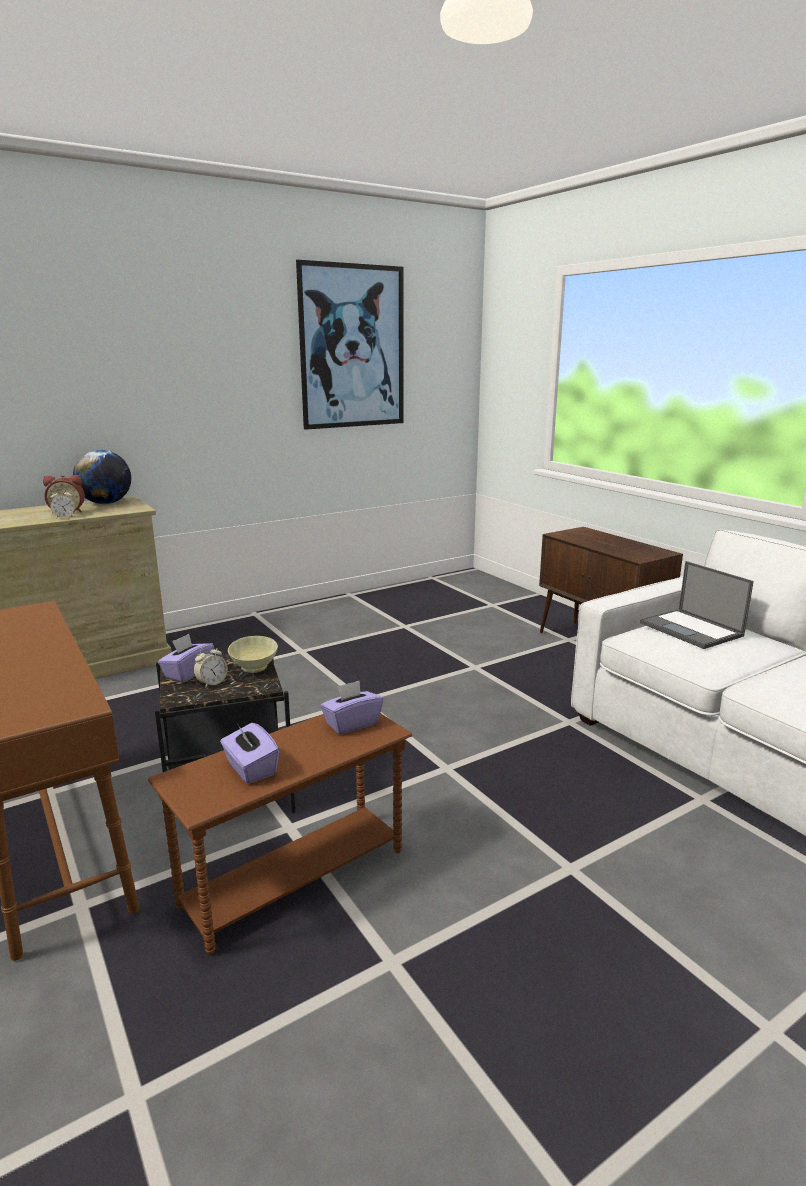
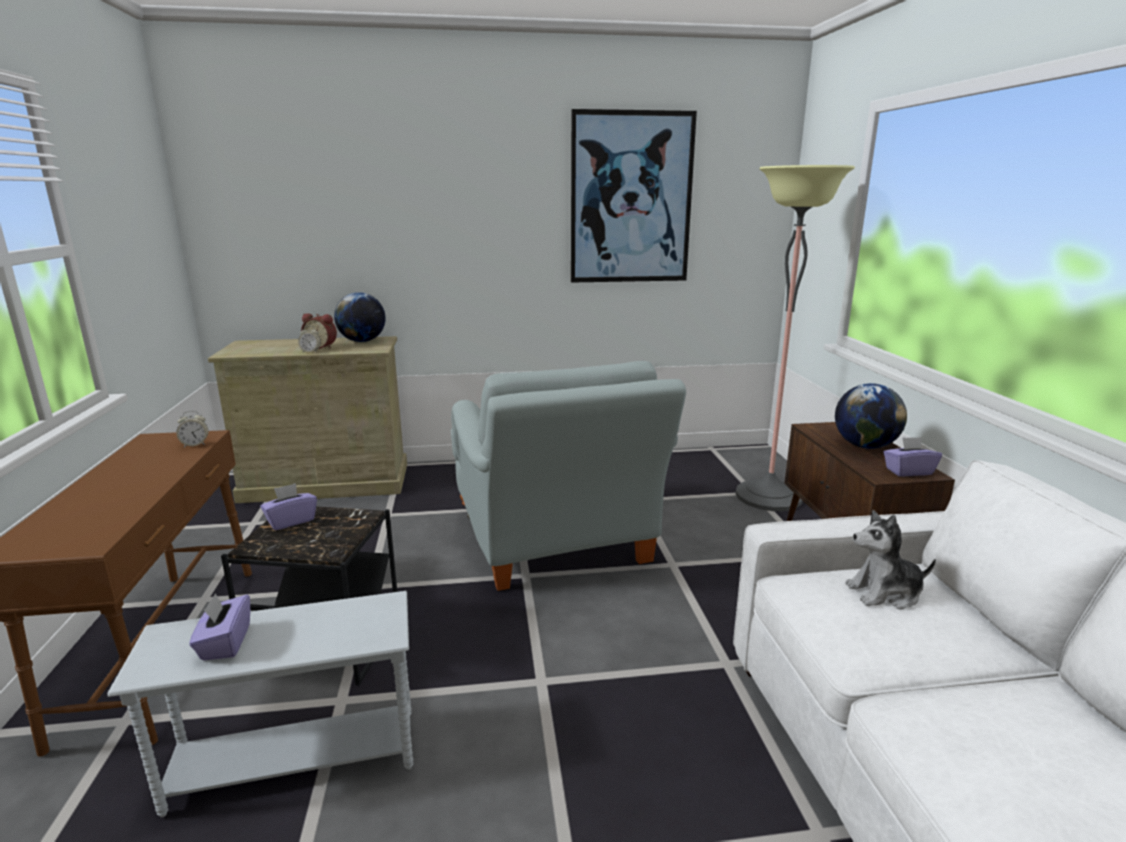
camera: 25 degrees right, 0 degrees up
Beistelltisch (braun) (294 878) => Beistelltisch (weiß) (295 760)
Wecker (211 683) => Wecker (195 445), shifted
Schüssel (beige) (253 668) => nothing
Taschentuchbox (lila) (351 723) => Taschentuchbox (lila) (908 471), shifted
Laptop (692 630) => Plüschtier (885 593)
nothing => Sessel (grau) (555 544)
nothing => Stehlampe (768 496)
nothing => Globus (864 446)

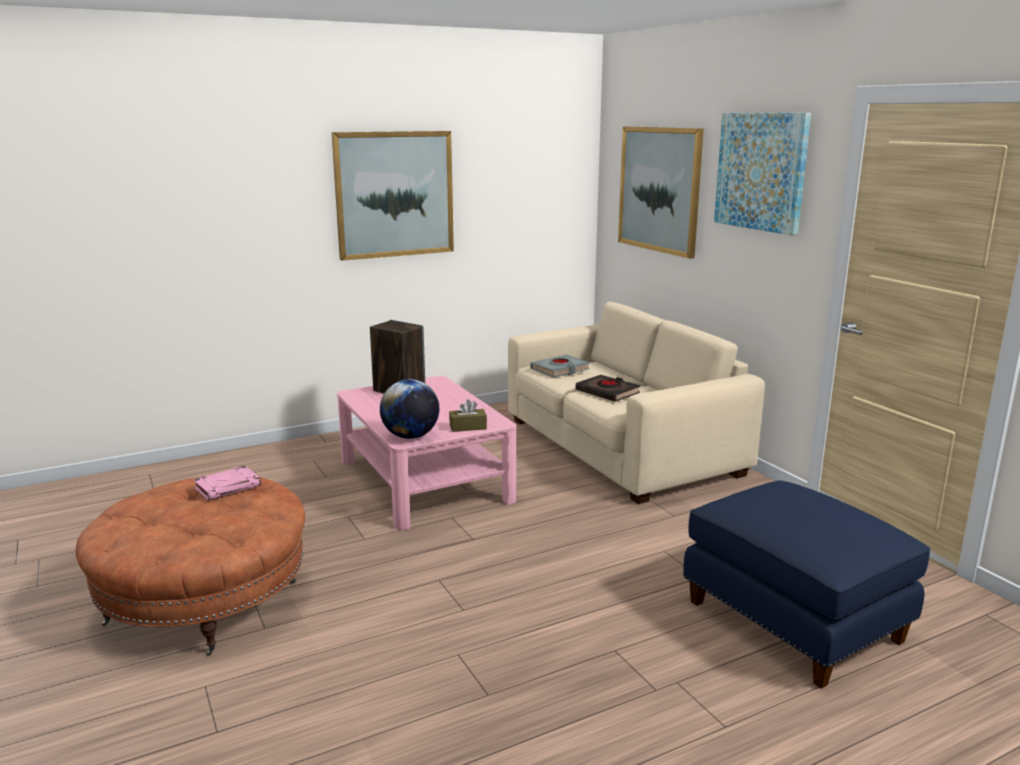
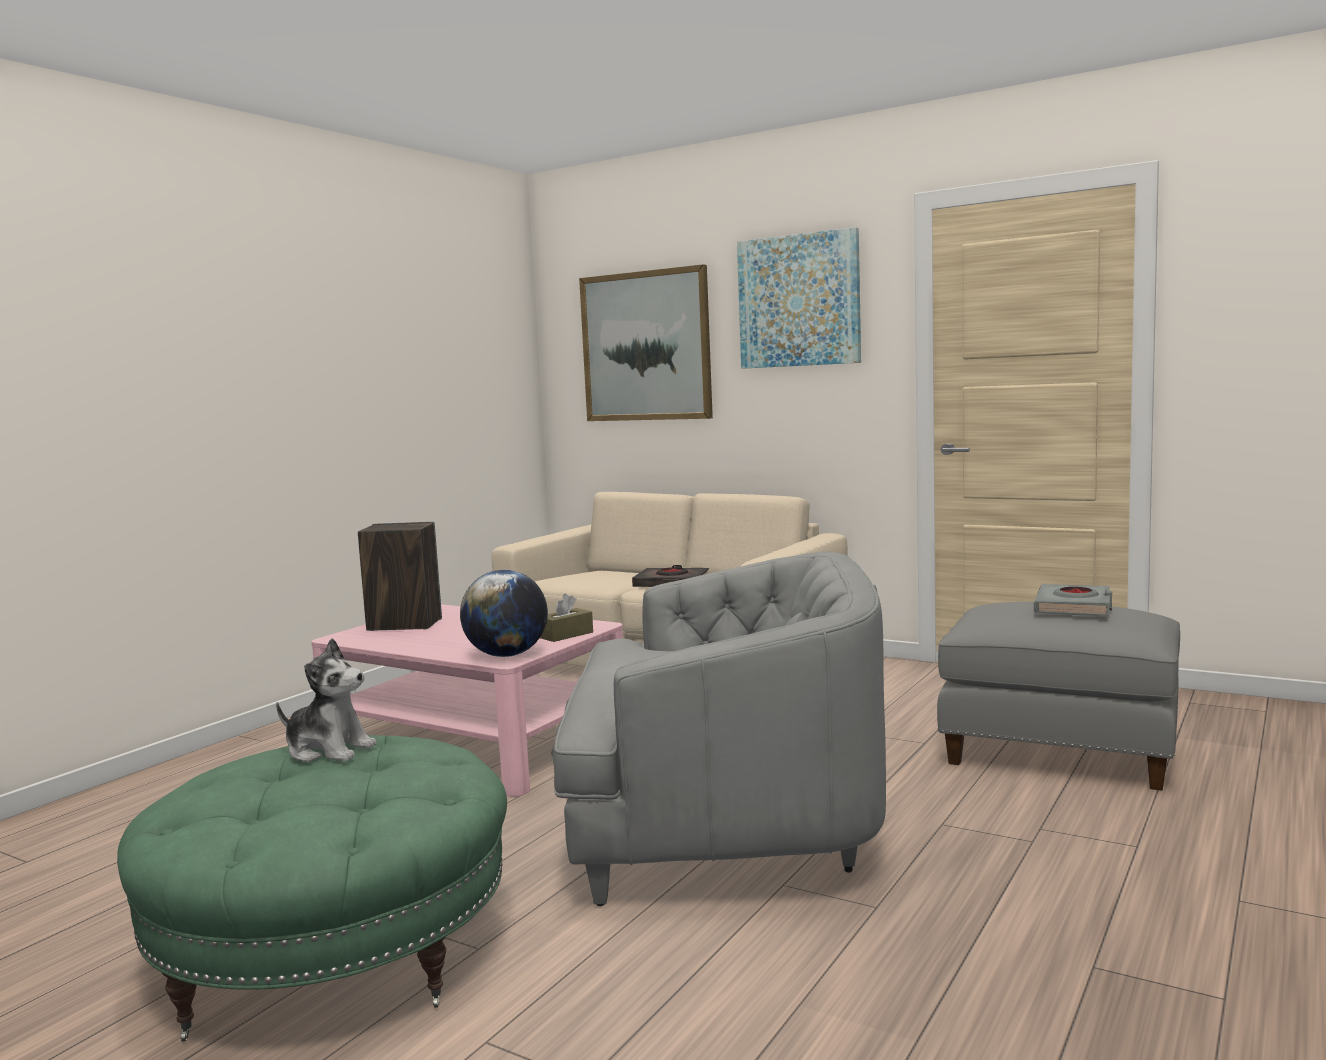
camera: 30 degrees left, 10 degrees down
Polsterhocker (braun) (205 603) => Polsterhocker (grün) (333 954)
Buch (rosa) (228 487) => Plüschtier (329 750)
Bild (394 194) => nothing
Buch (grau) (560 370) => Buch (grau) (1073 607), shifted
Polsterhocker (blau) (791 621) => Polsterhocker (grau) (1058 751)
nothing => Sessel (grau) (722 824)

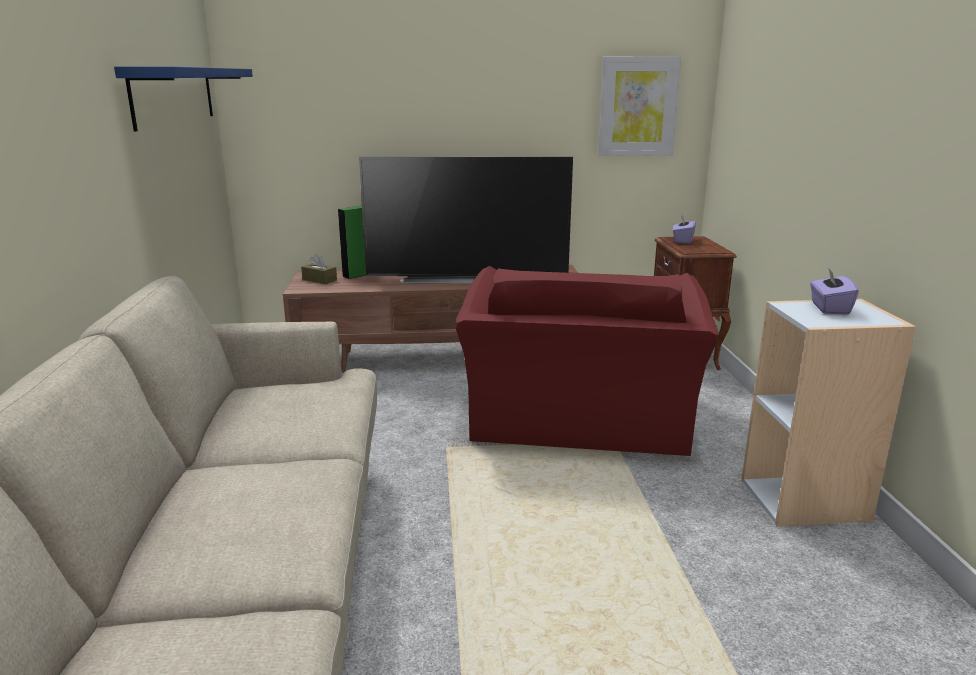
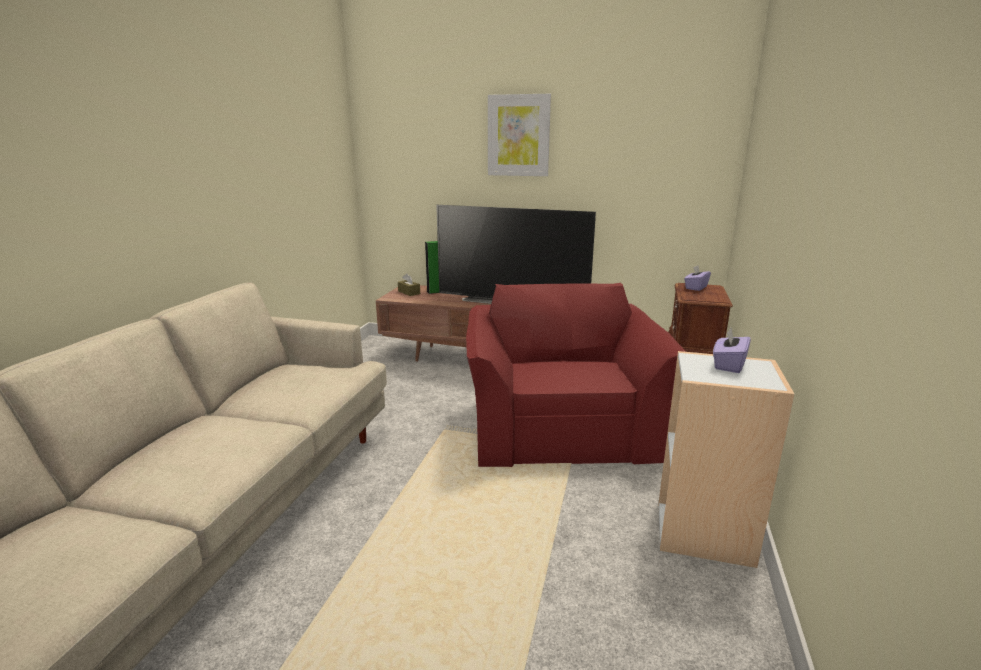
camera: 20 degrees right, 0 degrees up
Wandregal (blau) (174 95) => nothing
Sessel (rot) (579 419) => Sessel (rot) (560 425), 150 degrees clockwise
Bild (637 107) => Bild (518 135), shifted

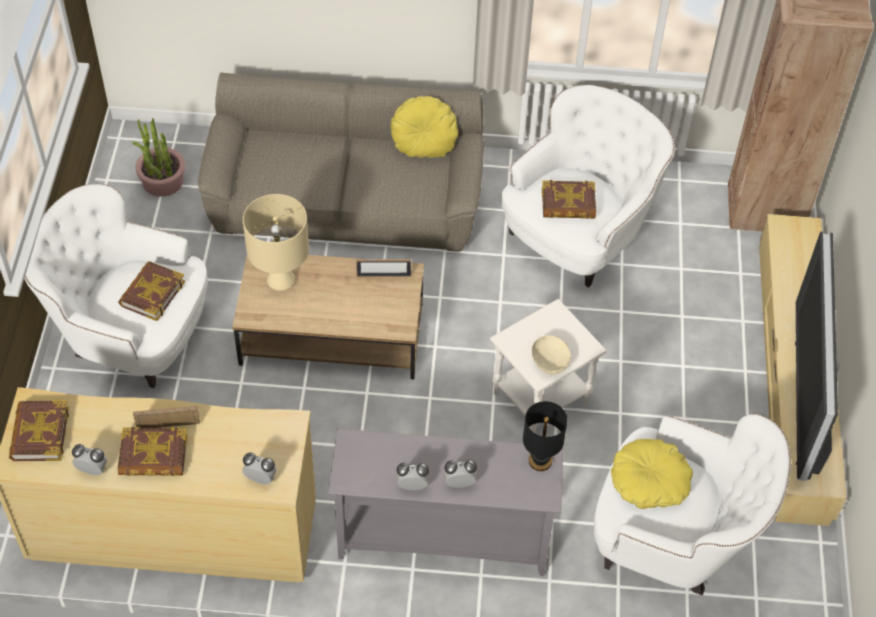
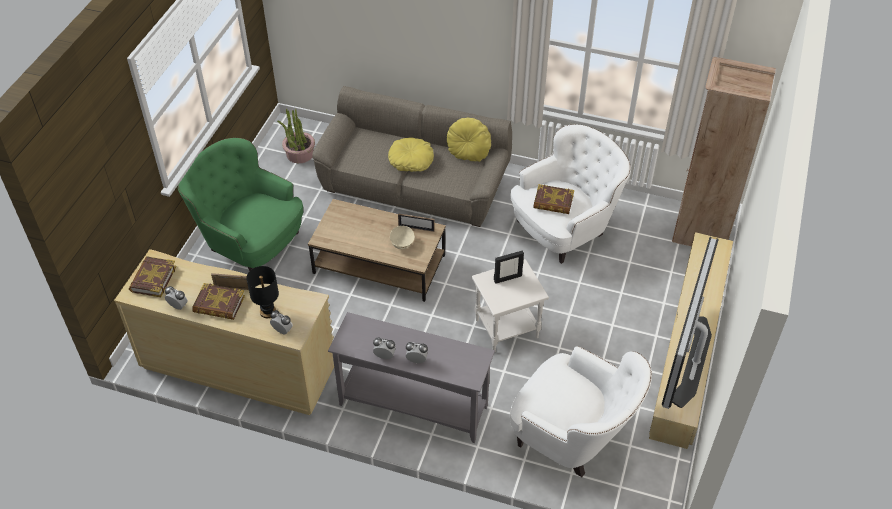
camera: 15 degrees right, 5 degrees down
Sessel (weiß) (130 332) => Sessel (grün) (250 242)
Buch (152 293) => nothing
Tischlampe (beige) (281 281) => nothing
Tischlampe (schwarz) (540 460) => Tischlampe (schwarz) (268 311), shifted
Schüssel (beige) (550 363) => Schüssel (beige) (402 243), shifted
Kissen (gelb) (649 479) => Kissen (gelb) (411 160), shifted
nothing => Bilderrahmen (507 278)

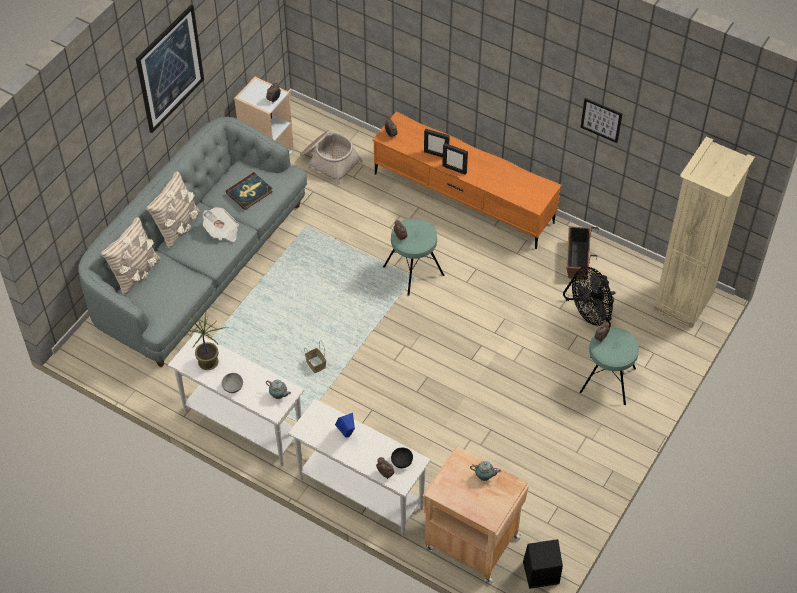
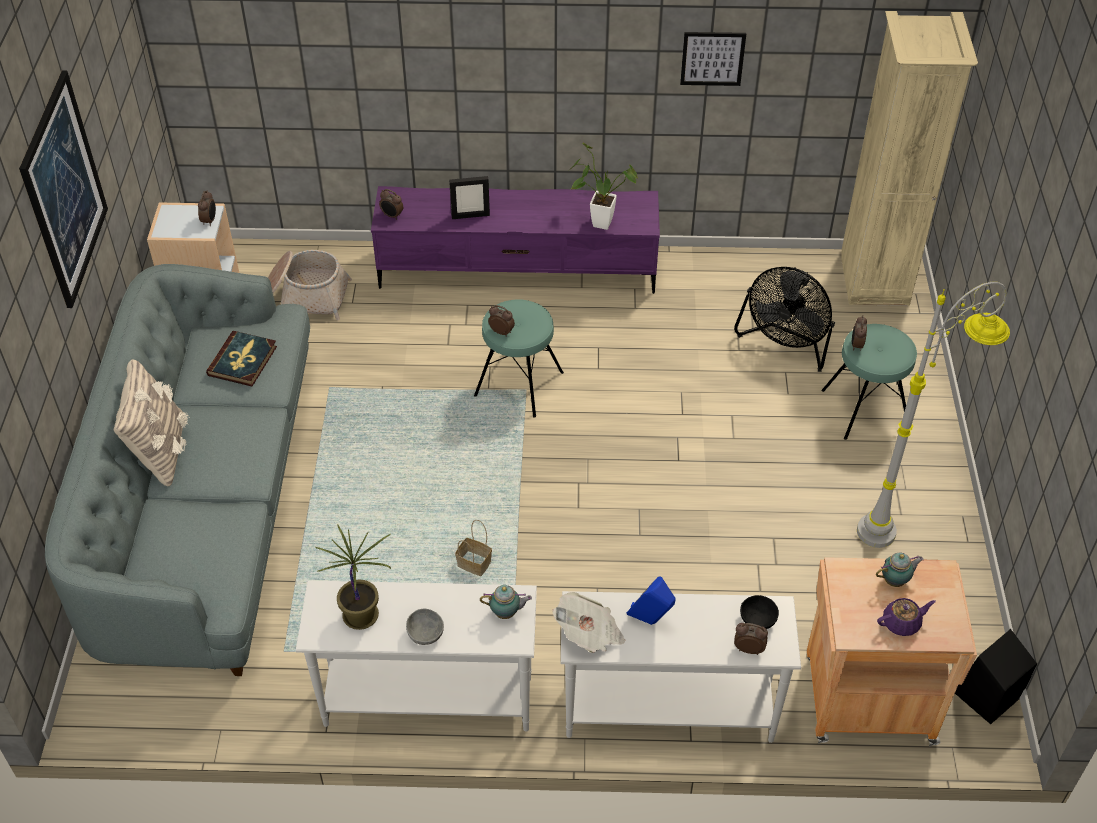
camera: 30 degrees left, 5 degrees down
Kissen (beige) (136 273) => nothing
Zeitung (222 231) => Zeitung (589 634), shifted
Fernsehschrank (orange) (464 197) => Fernsehschrank (lila) (518 270)
Bilderrahmen (454 169) => nothing
Pflanzkübel (577 260) => nothing
nothing => Topfpflanze (597 222)
nothing => Stehlampe (grau) (903 520)
nothing => Teekanne (lila) (902 623)

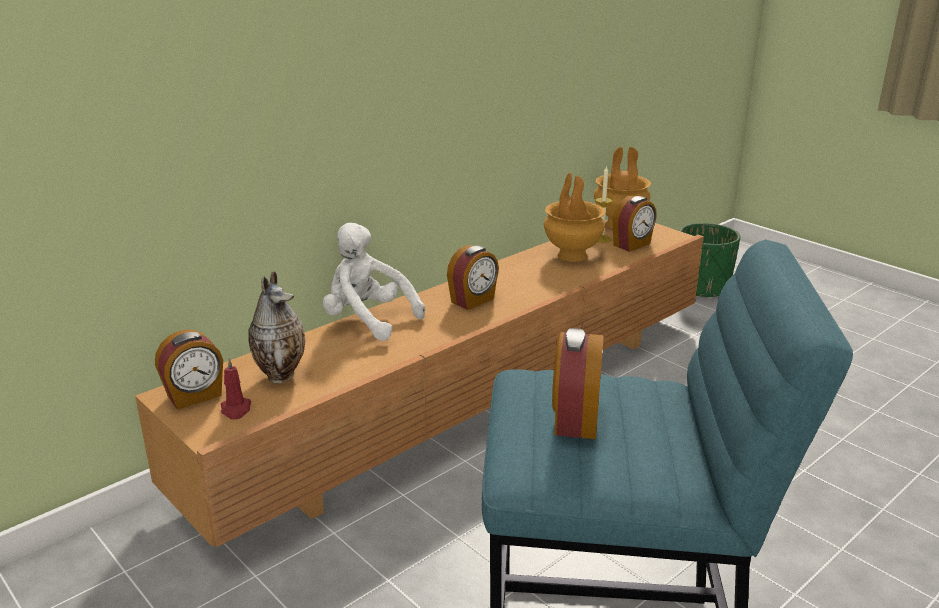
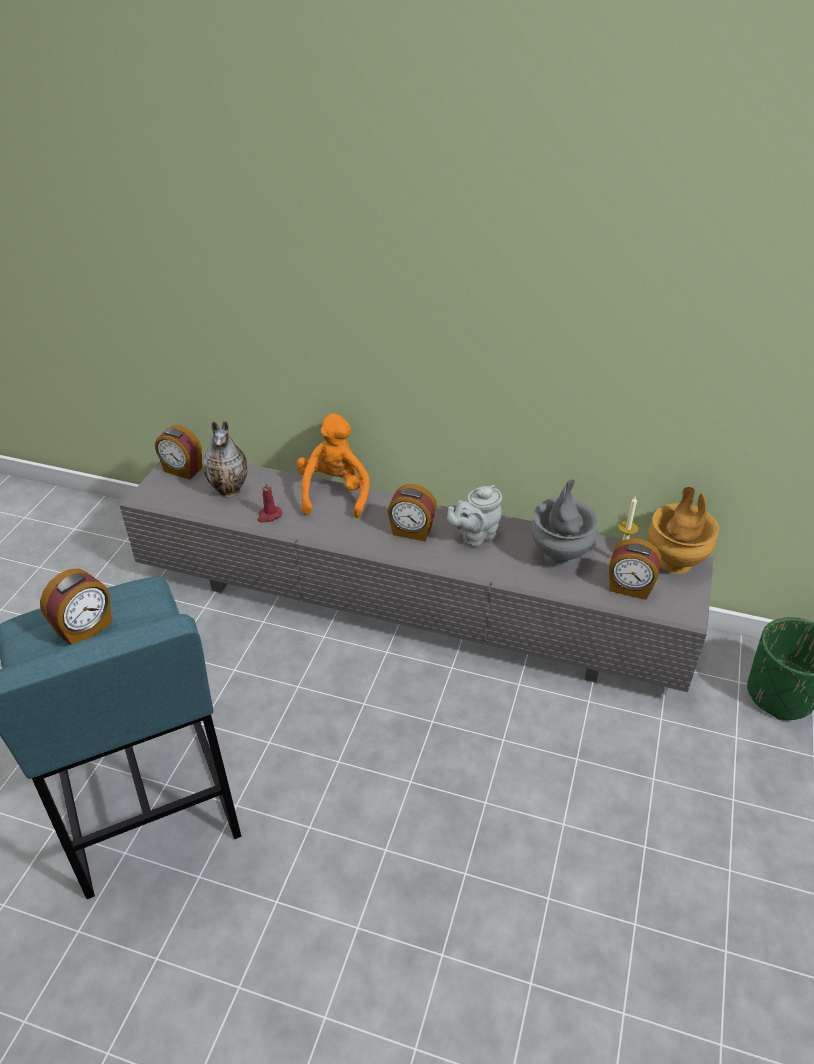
camera: 60 degrees right, 15 degrees up
Fernsehschrank (braun) (468 399) => Fernsehschrank (grau) (407 603)
Kerze (rot) (236 410) => Kerze (rot) (269 515), shifted
Plüschtier (weiß) (367 320) => Plüschtier (orange) (334 493)
Vase (braun) (571 255) => Vase (grau) (559 555)
Wecker (574 419) => Wecker (85 629), 150 degrees clockwise
nothing => Teekanne (grau) (474 536)

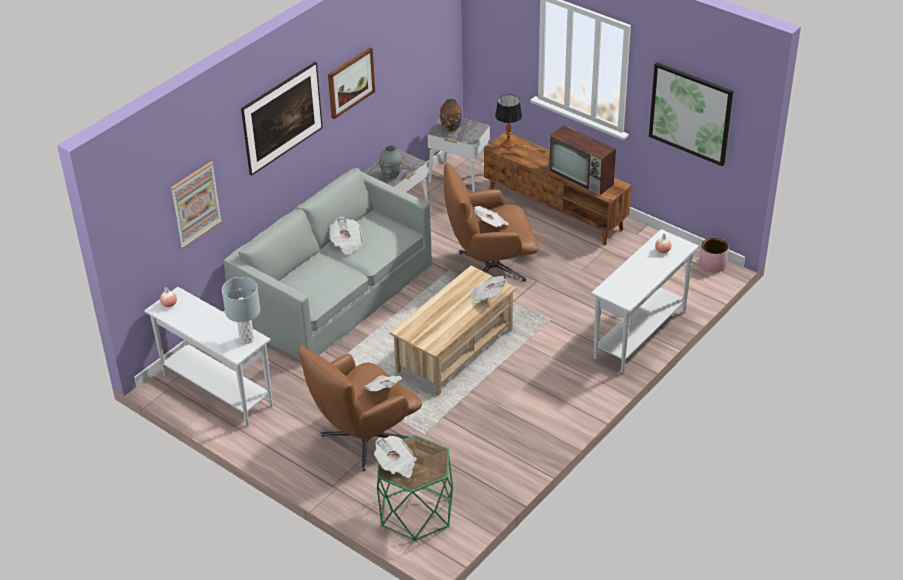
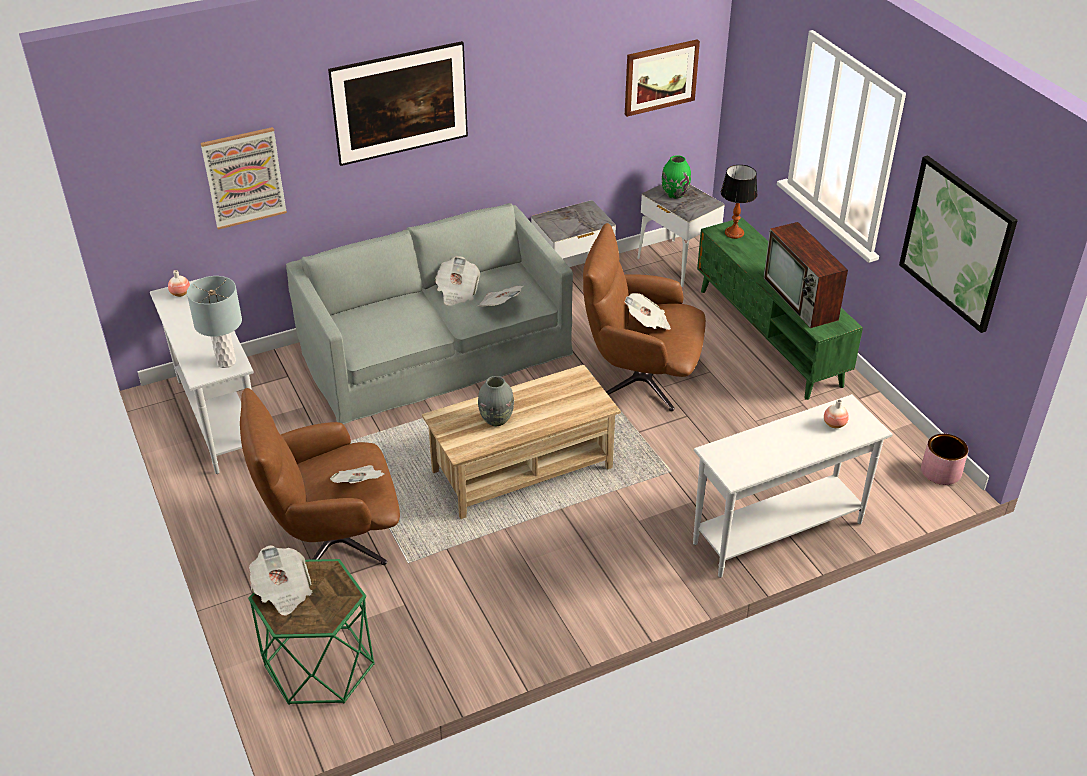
camera: 25 degrees right, 0 degrees up
Bild (350 82) => Bild (660 77), shifted
Vase (grau) (391 175) => Vase (grau) (496 420), shifted
Vase (braun) (451 127) => Vase (grün) (674 194)
Zeitung (487 296) => Zeitung (500 306), shifted
Fernsehschrank (braun) (555 210) => Fernsehschrank (grün) (770 337)

